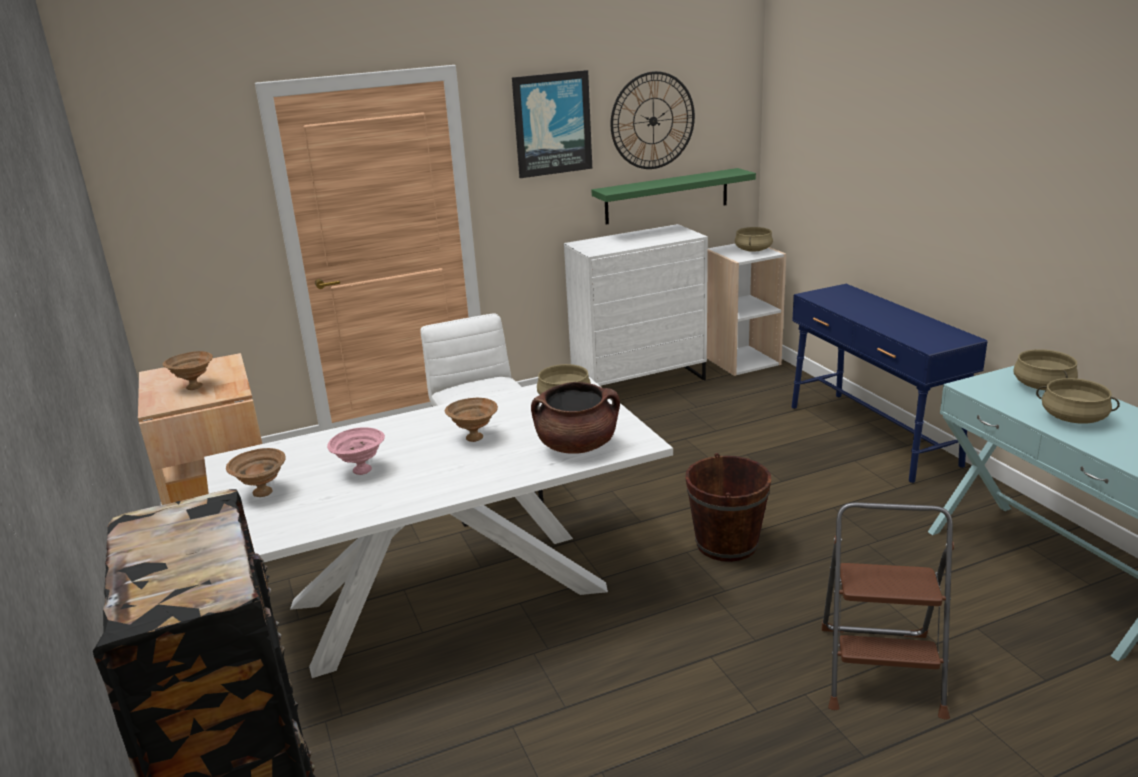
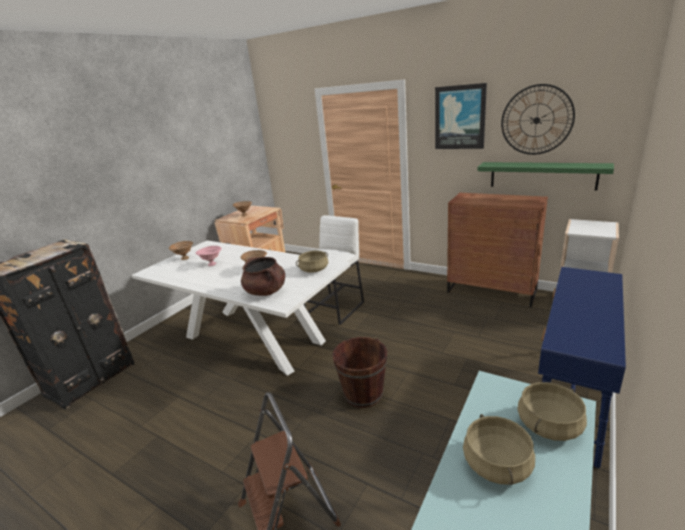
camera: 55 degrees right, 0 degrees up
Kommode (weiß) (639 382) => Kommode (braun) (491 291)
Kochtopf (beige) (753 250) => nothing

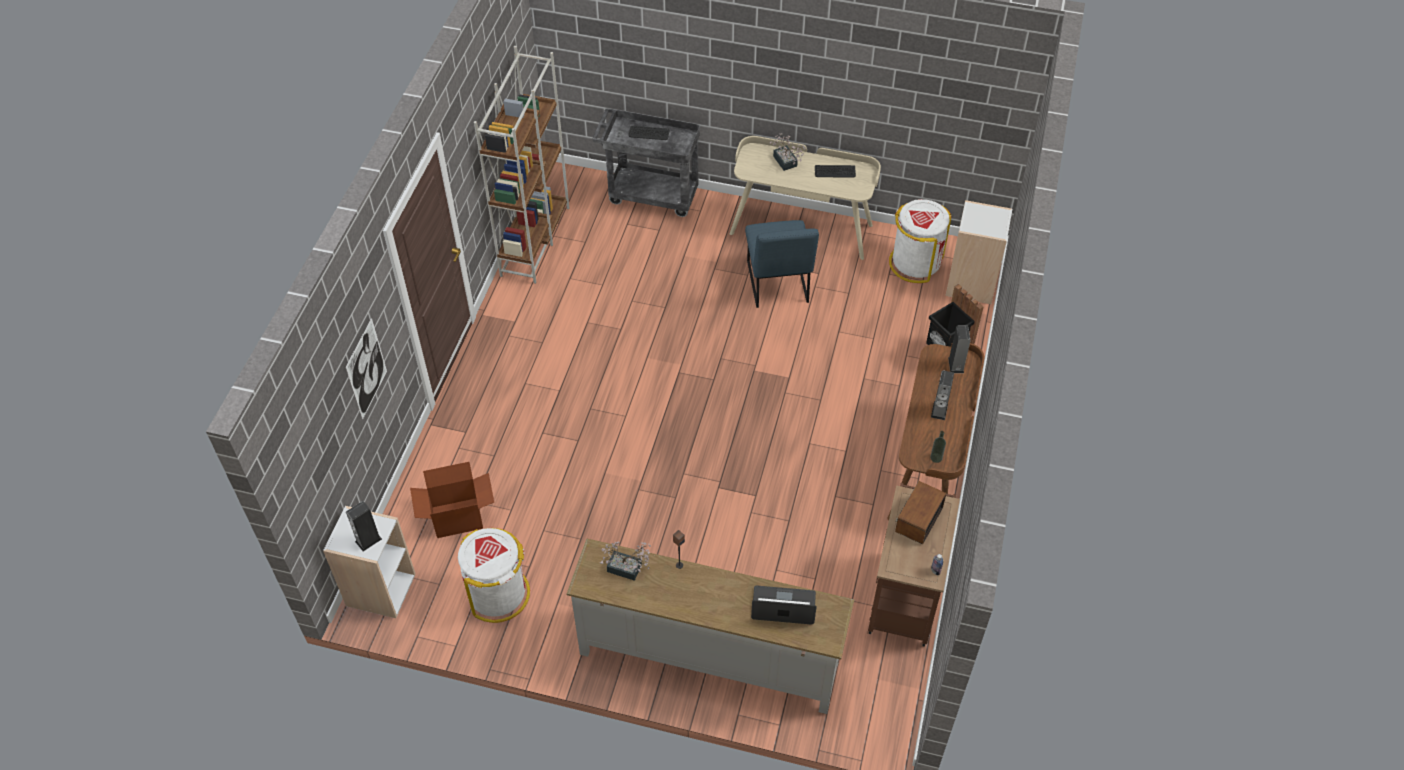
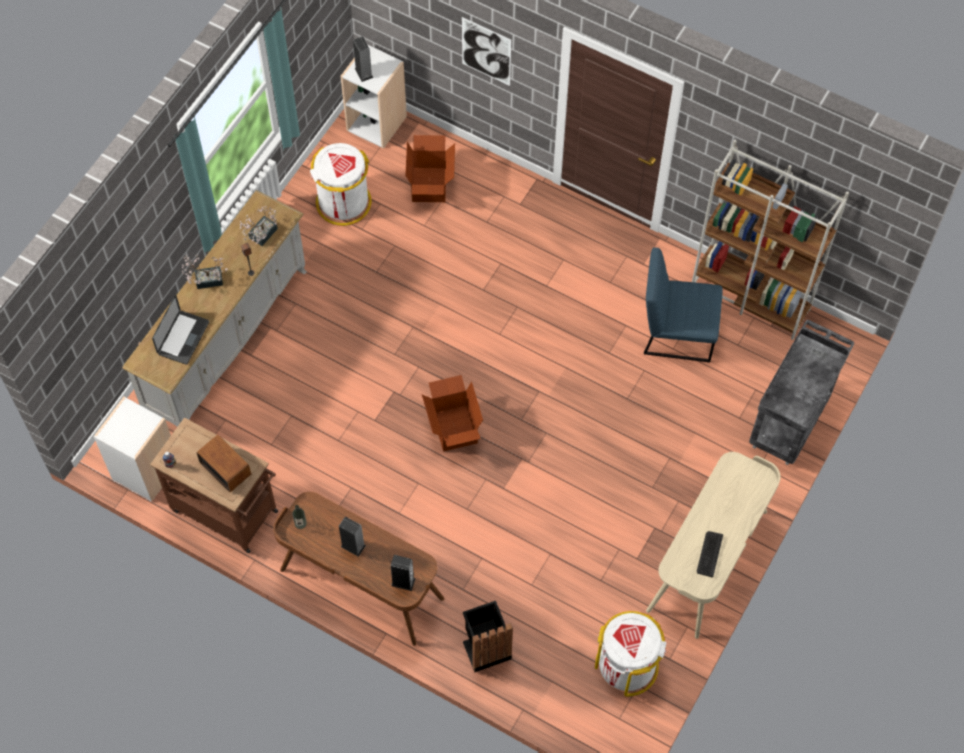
camera: 105 degrees right, 10 degrees up
Tastatur (649 133) => nothing
Stuhl (blau) (777 283) => Stuhl (blau) (676 333), shifted
Topfpflanze (786 163) => Topfpflanze (205 280), shifted
Bücherregal (971 284) => Bücherregal (145 470), shifted
nothing => Karton (453 428)

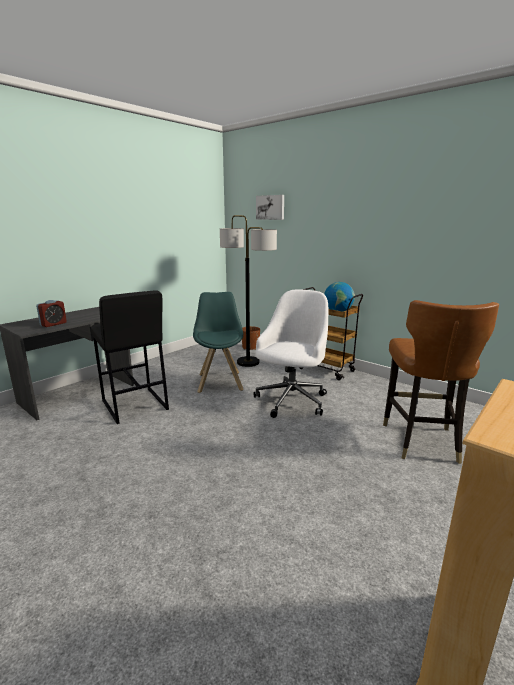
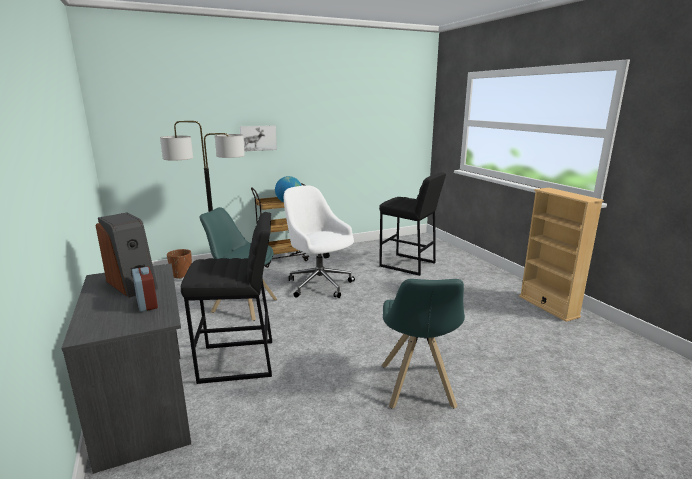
camera: 65 degrees left, 0 degrees up
Bild (270 207) => Bild (258 138), shifted
Stuhl (braun) (421 441) => Hocker (schwarz) (409 265)
nothing => Lautsprecher (133 284)
nothing => Stuhl (türkis) (417 385)

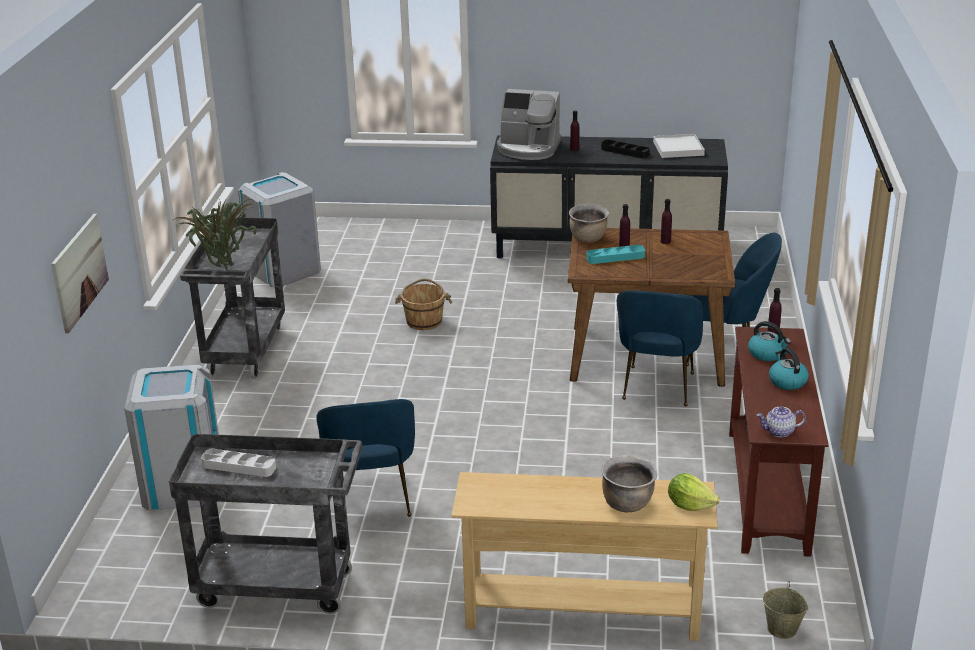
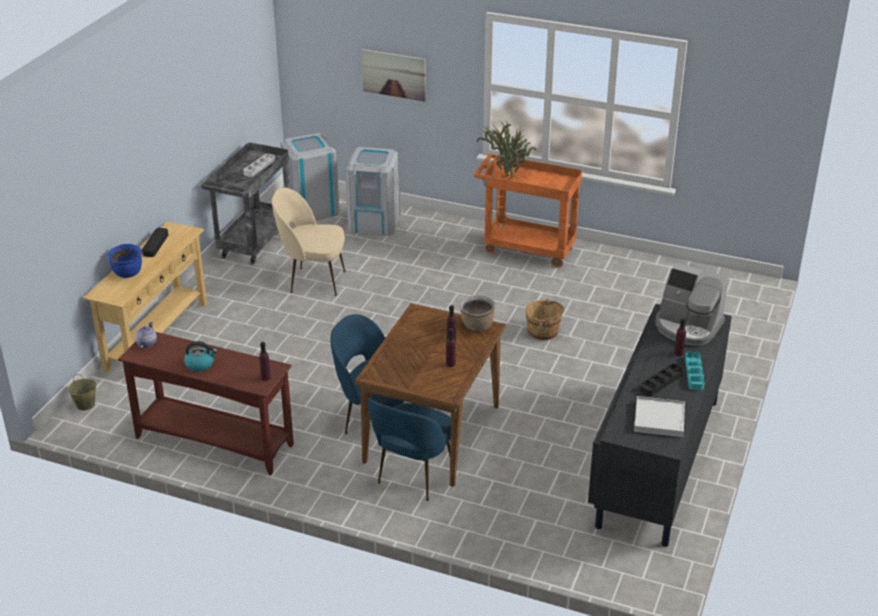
camera: 105 degrees right, 5 degrees up
Rollwagen (grau) (244 355) => Rollwagen (orange) (525 251)
Mülleimer (grau) (284 270) => Mülleimer (grau) (311 208), shifted
Stuhl (blau) (372 504) => Stuhl (beige) (312 281)
Kaffeemaschine (528 148) => Kaffeemaschine (687 327), 90 degrees counterclockwise
Tablett (türkis) (615 257) => Tablett (türkis) (694 373), shifted
Kochtopf (braun) (627 503) => Kochtopf (blau) (128 273)
Salatkopf (690 505) => nothing
Wasserkessel (767 354) => nothing
nothing => Tablett (schwarz) (155 244)

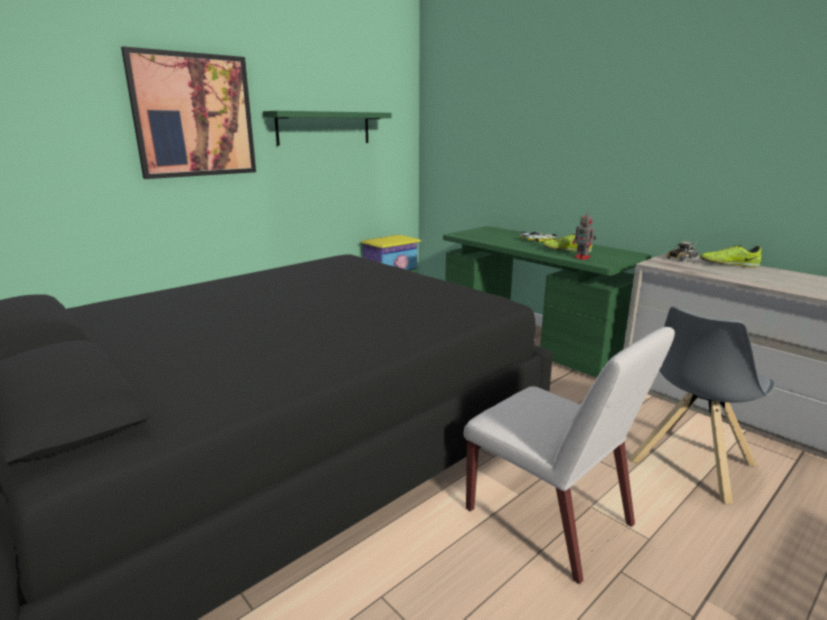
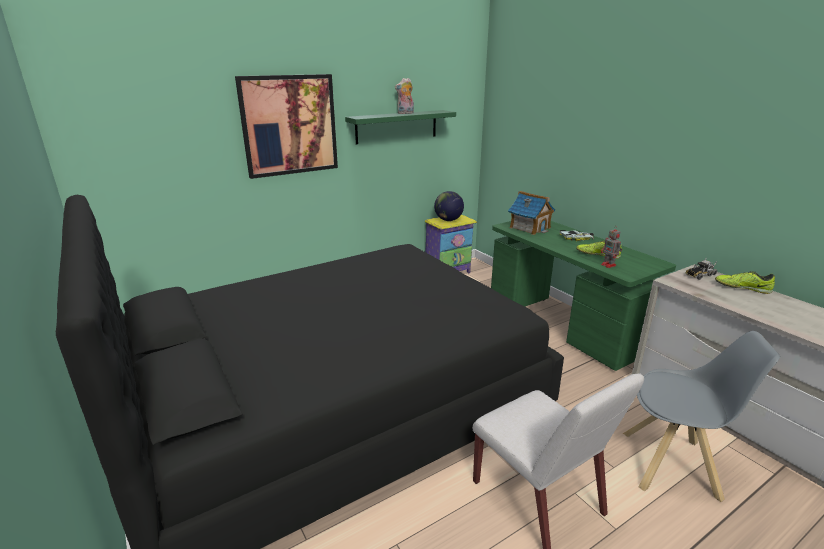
camera: 10 degrees right, 5 degrees up
Stuhl (grau) (690 464) => Stuhl (grau) (673 465), 135 degrees counterclockwise
nothing => Plüschtier (405 113)
nothing => Globus (448 220)
nothing => Spielzeughaus (529 227)

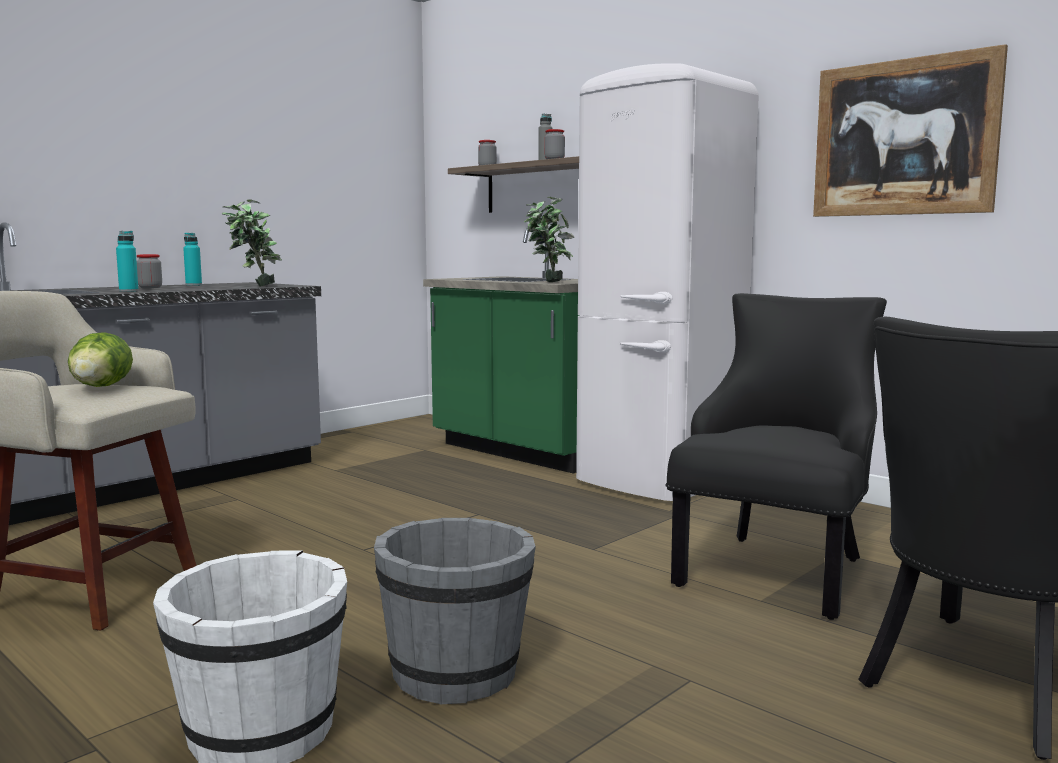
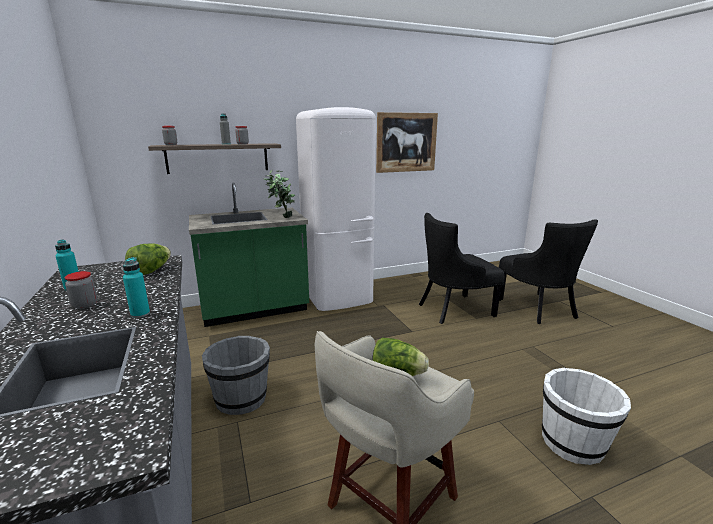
camera: 65 degrees left, 10 degrees up
Topfpflanze (254 286) => Salatkopf (151 271)
Eimer (grau) (457 673) => Eimer (grau) (241 398), shifted
Stuhl (schwarz) (774 575) => Stuhl (schwarz) (456 309), 75 degrees counterclockwise

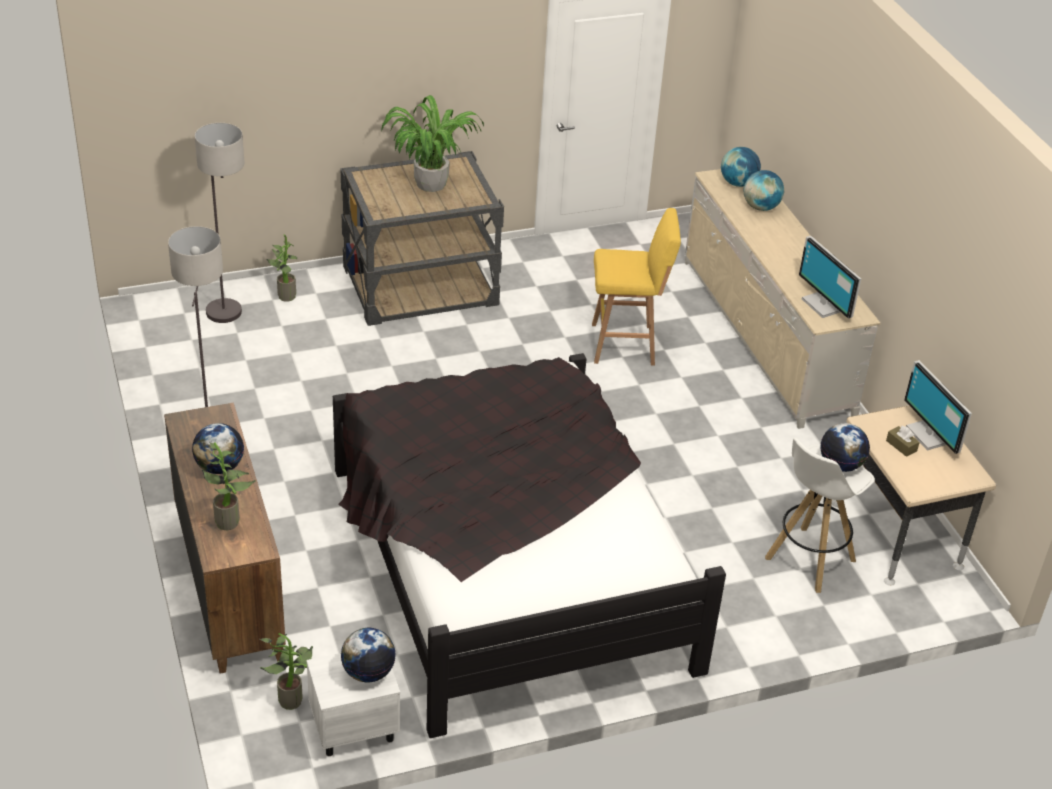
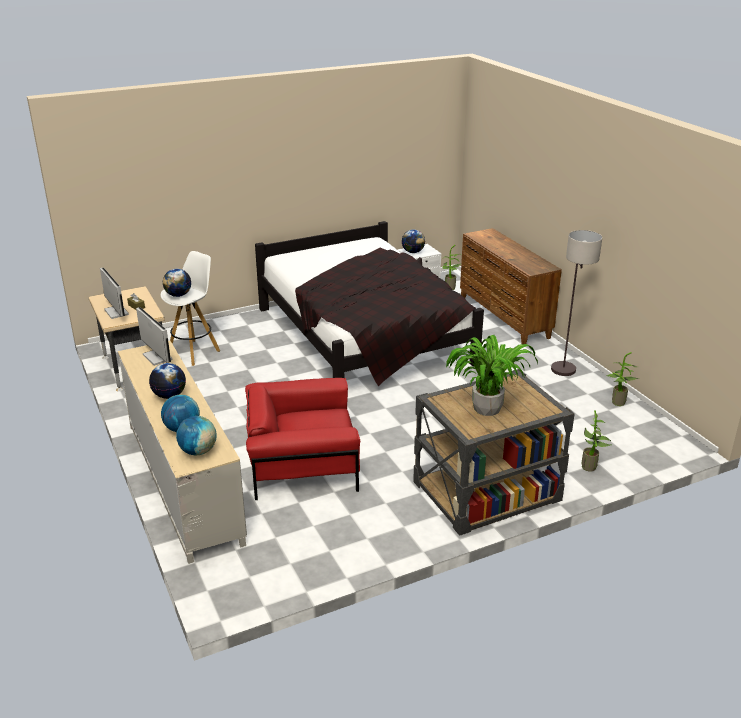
camera: 175 degrees right, 10 degrees down
Globus (219 467) => Globus (169 395), shifted
Stehlampe (grau) (230 317) => nothing
Topfpflanze (231 521) => Topfpflanze (617 403), shifted
Hocker (gelb) (626 344) => Sessel (rot) (302 460)

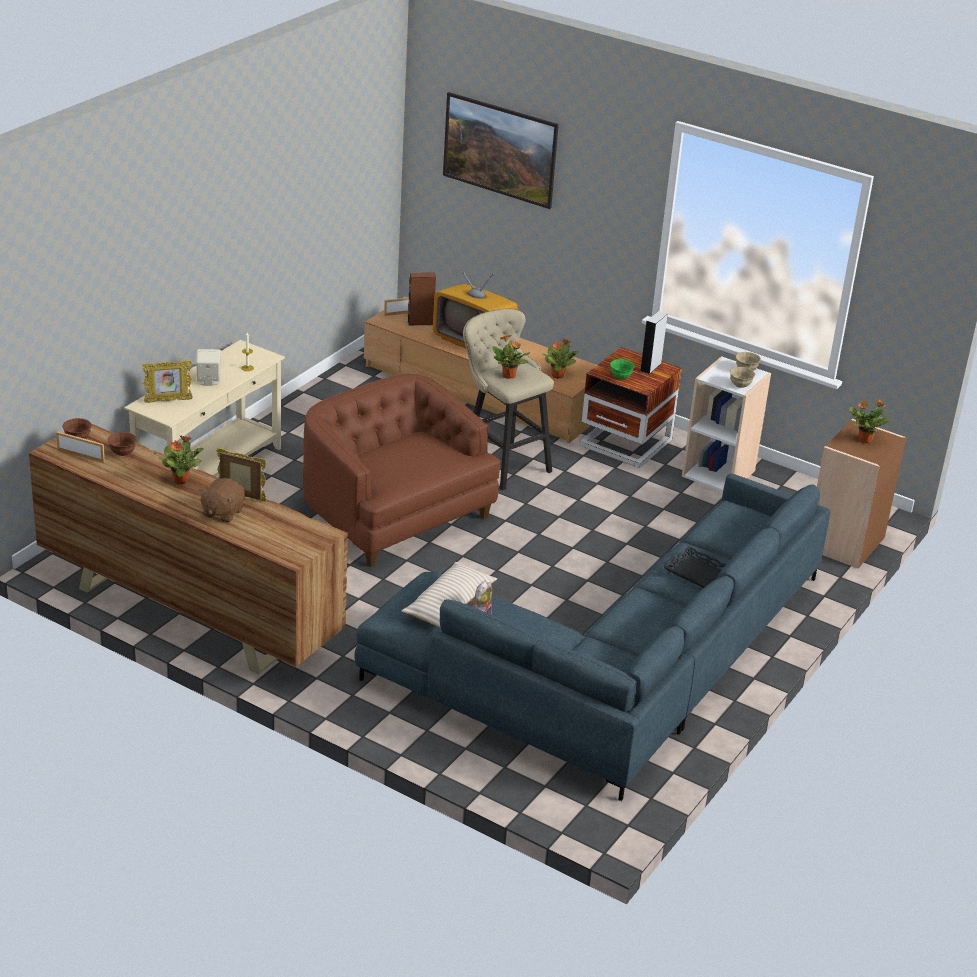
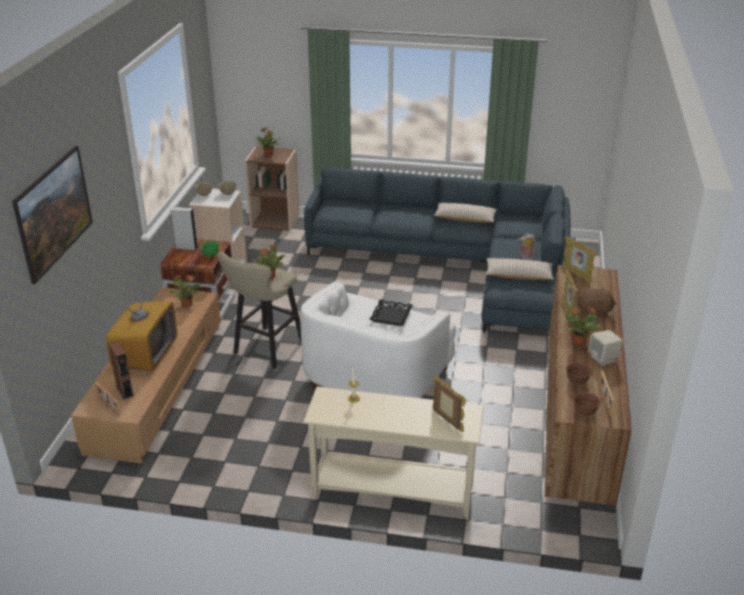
camera: 110 degrees left, 0 degrees up
Lautsprecher (beige) (208 380) => Lautsprecher (beige) (603 358), shifted
Sessel (braun) (394 515) => Sessel (weiß) (375 377)
Tablett (schwarz) (696 572) => Tablett (schwarz) (391 316), shifted
nothing => Kissen (beige) (465 218)
nothing => Bilderrahmen (576 274)

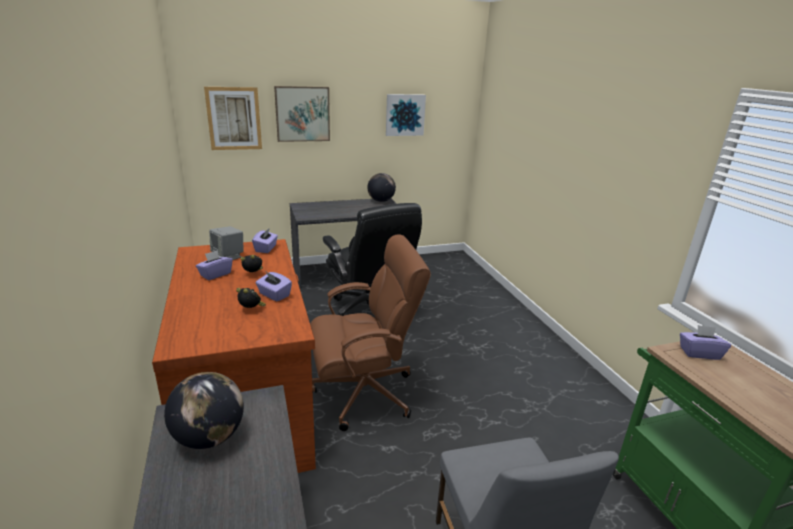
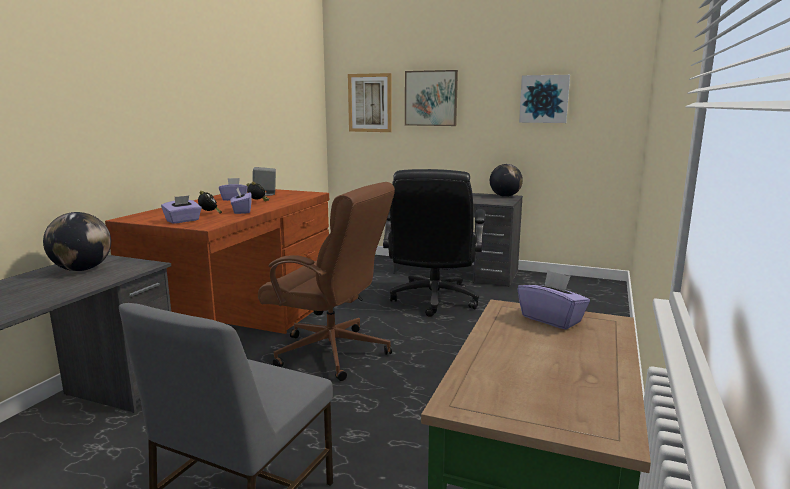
camera: 40 degrees right, 10 degrees down
Taschentuchbox (lila) (266 249) => Taschentuchbox (lila) (183 221), shifted

